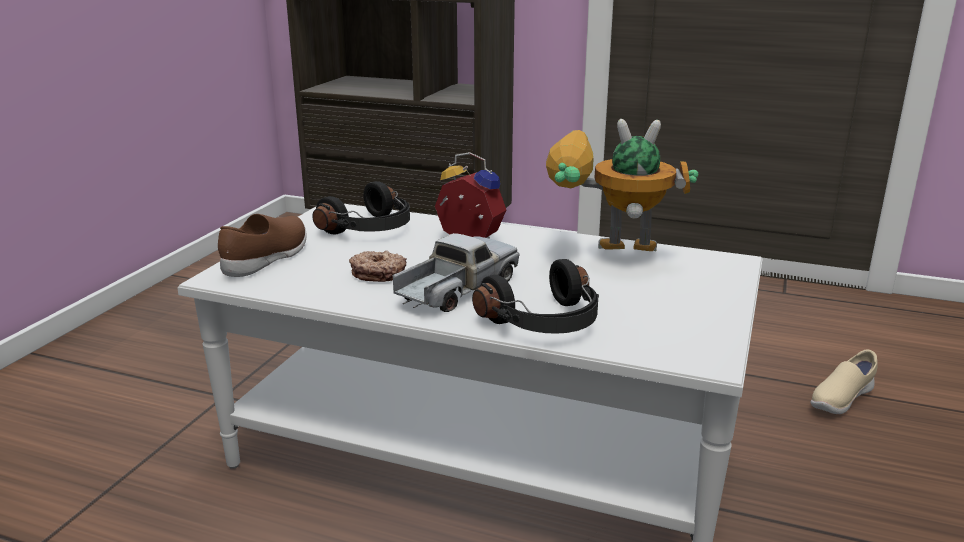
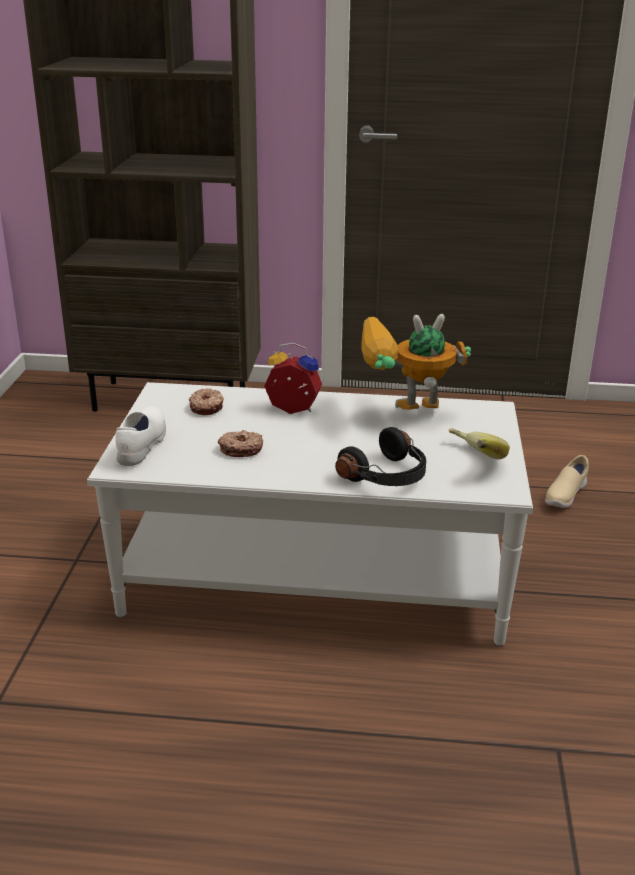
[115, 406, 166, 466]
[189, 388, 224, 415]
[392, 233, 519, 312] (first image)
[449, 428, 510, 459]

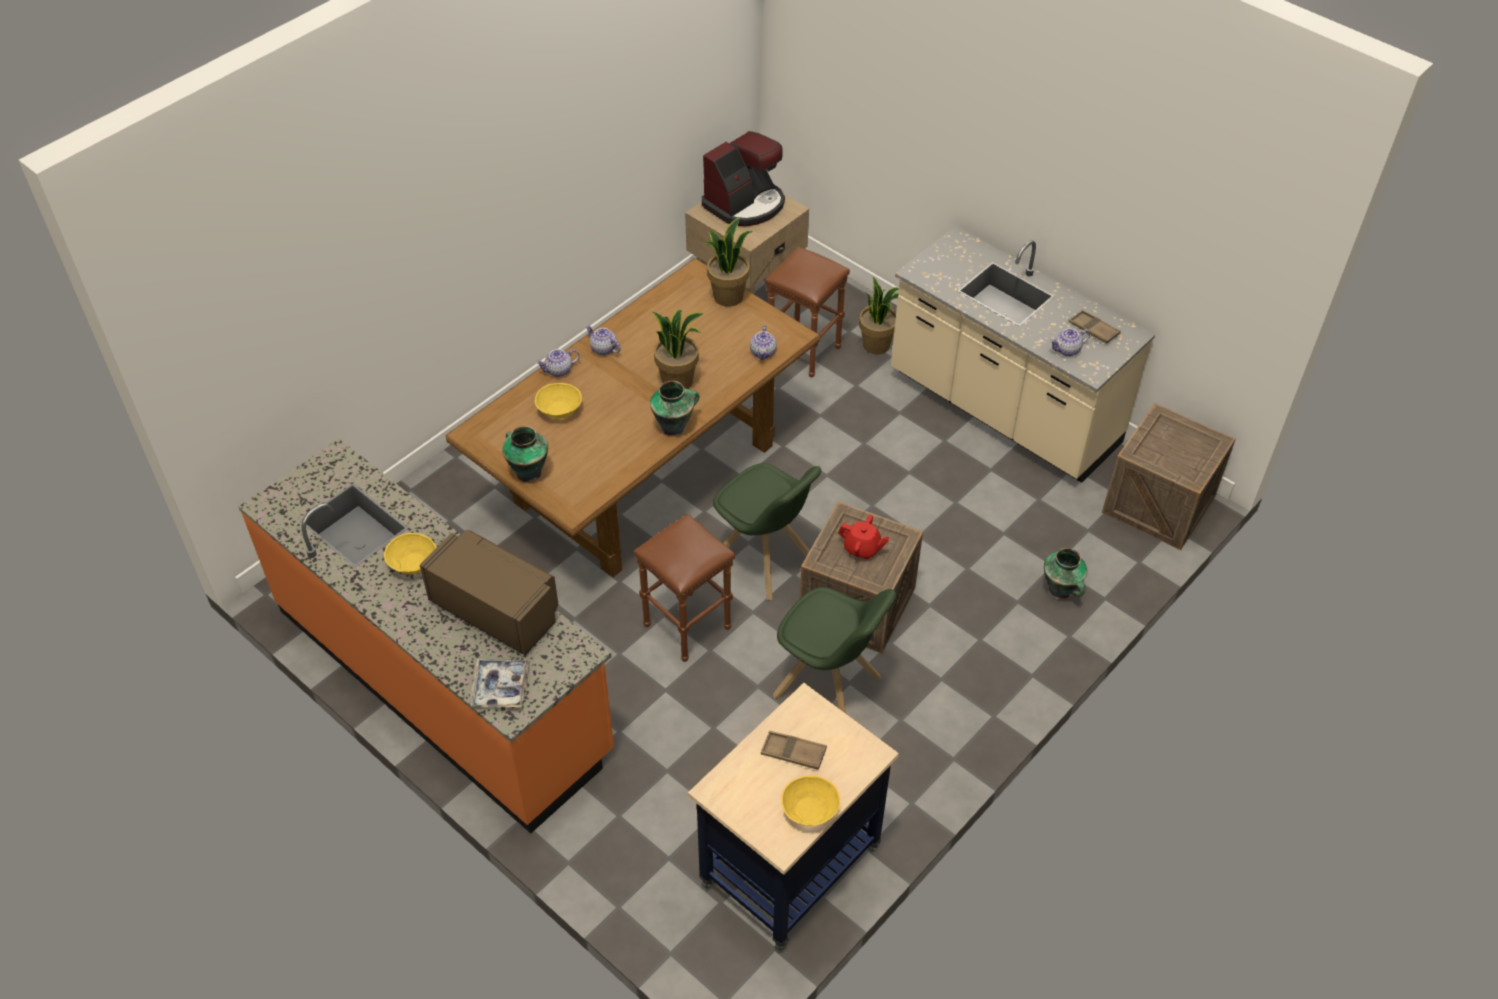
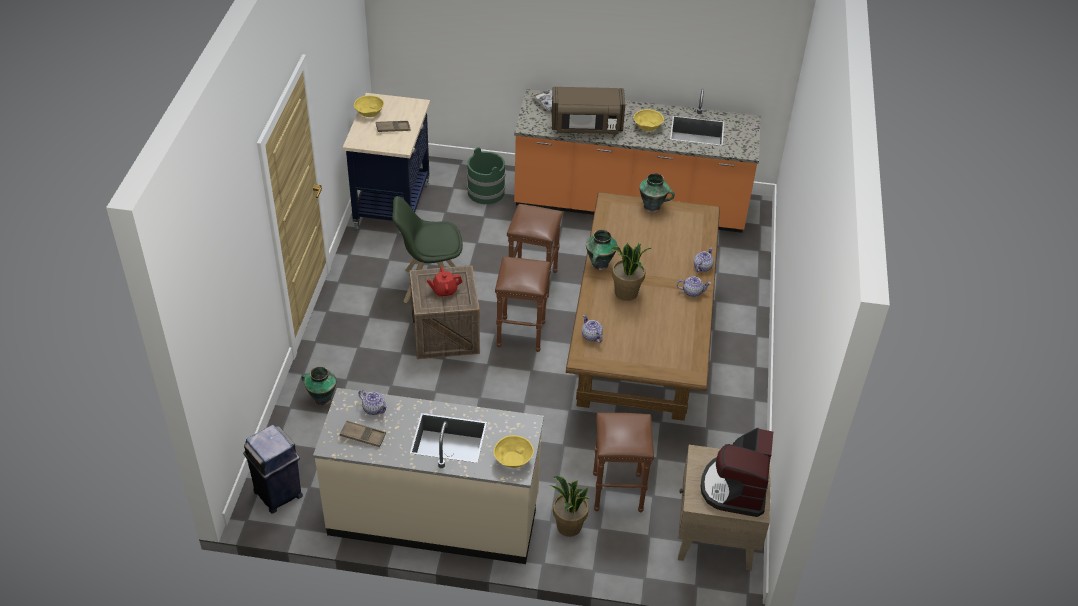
[494, 435, 534, 468]
[704, 217, 753, 307] (first image)
[495, 257, 550, 352]
[358, 390, 388, 415]
[243, 425, 303, 514]
[467, 147, 506, 204]

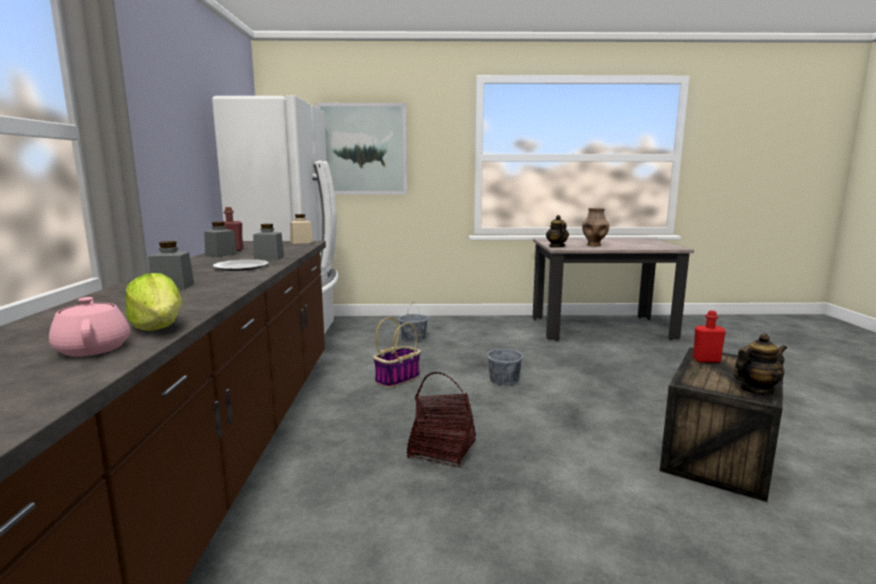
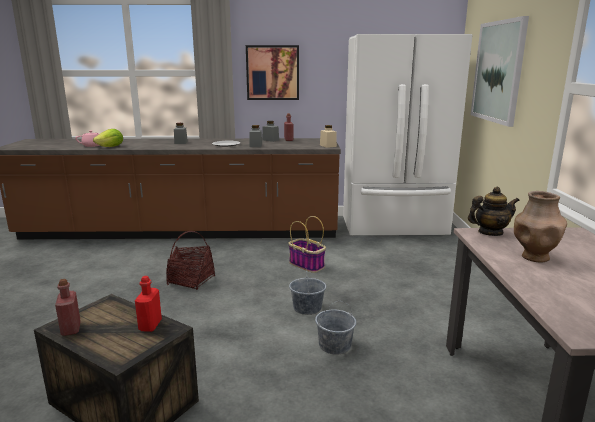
[315, 301, 356, 355]
[55, 279, 81, 336]
[246, 45, 299, 100]

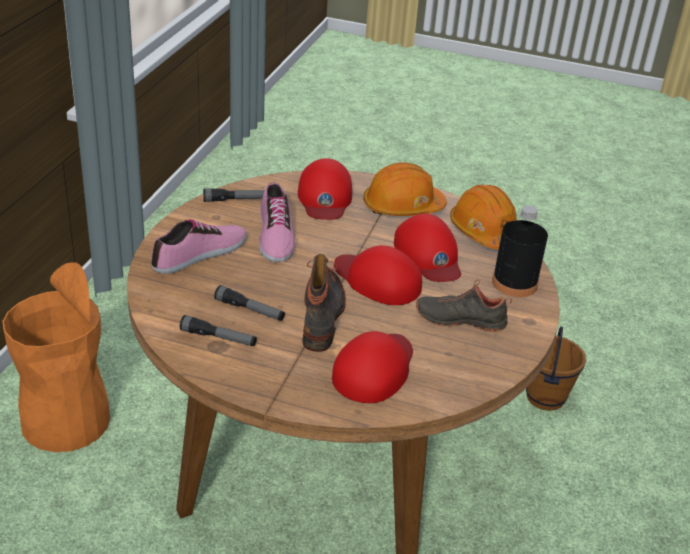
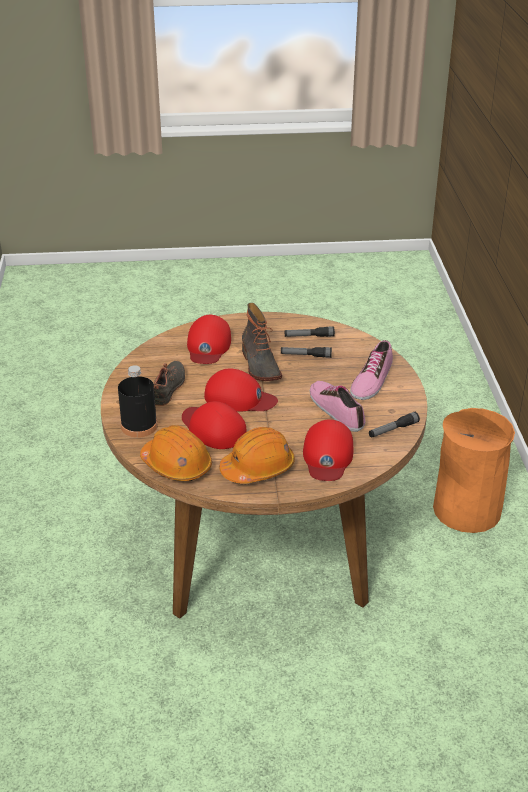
[303, 419, 353, 481]
[153, 361, 185, 406]
[526, 327, 586, 411] (first image)

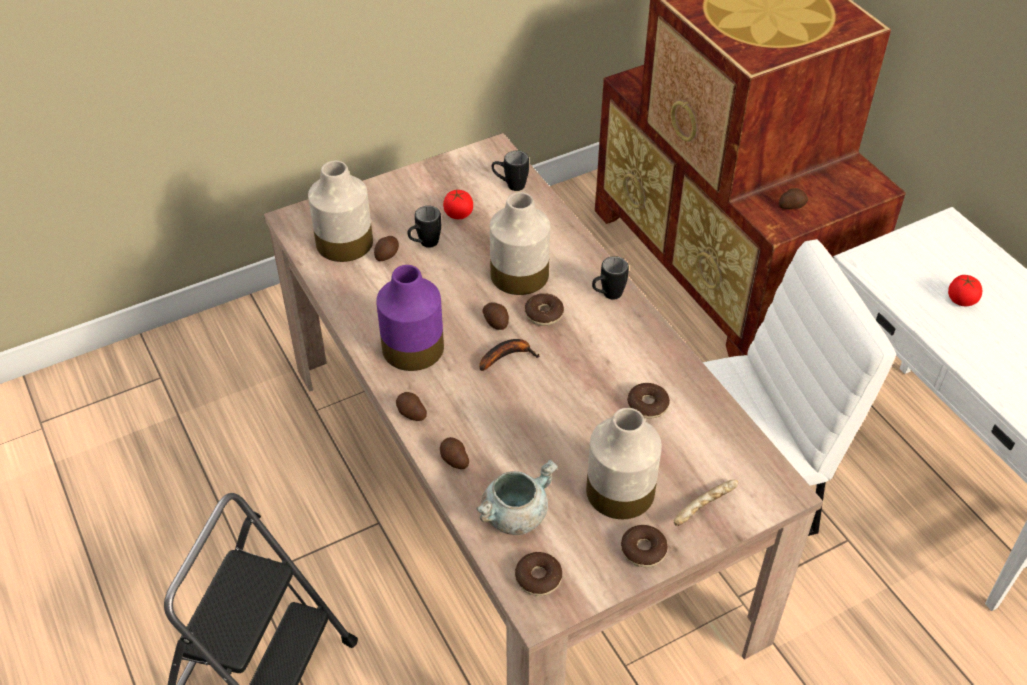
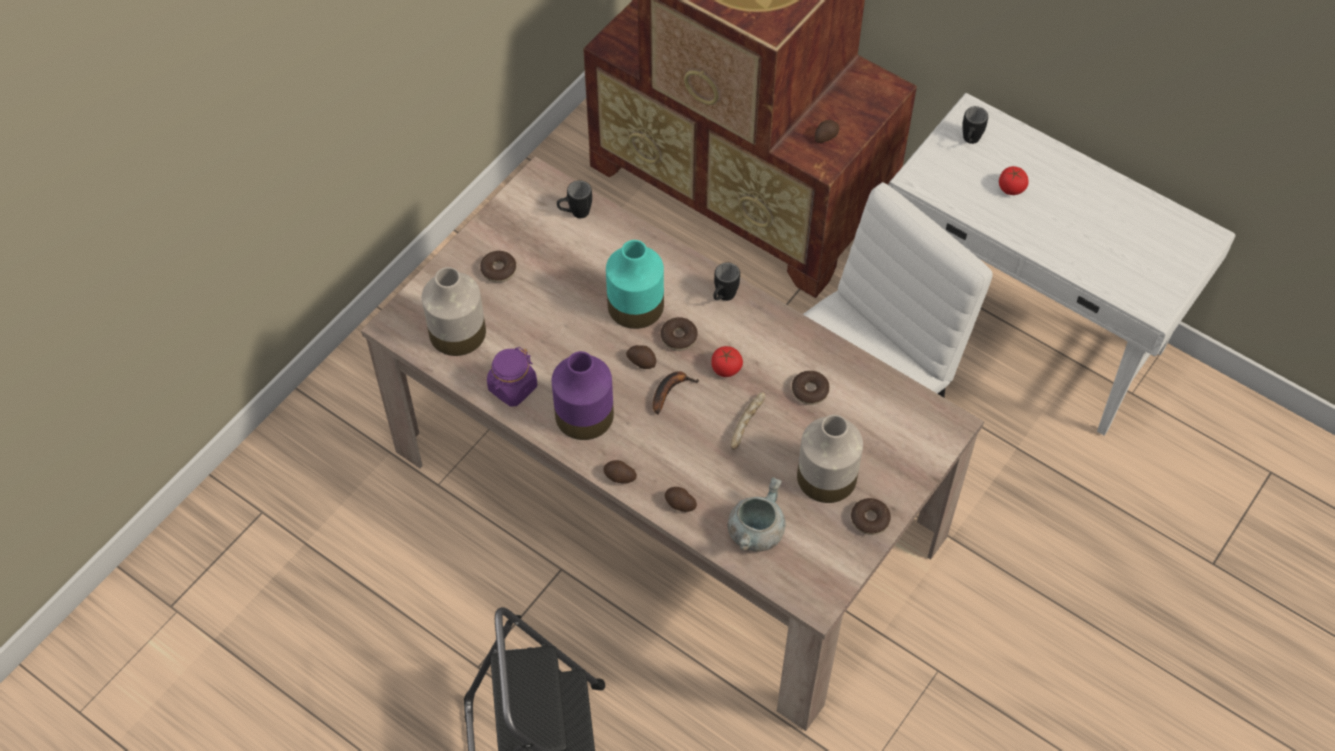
[374, 236, 399, 261] (first image)
[962, 106, 988, 144]
[711, 346, 743, 377]
[606, 240, 664, 329]
[480, 251, 516, 283]
[730, 393, 765, 450]
[487, 347, 537, 407]

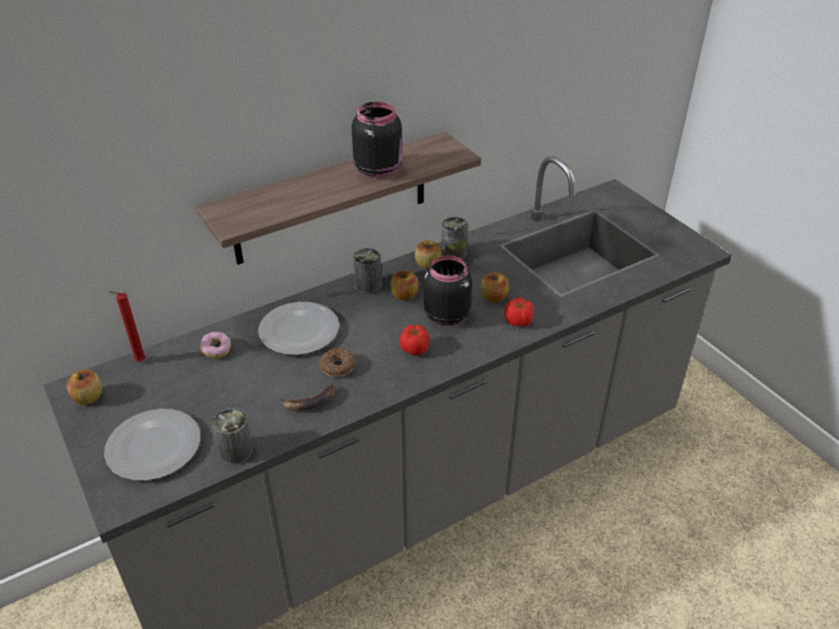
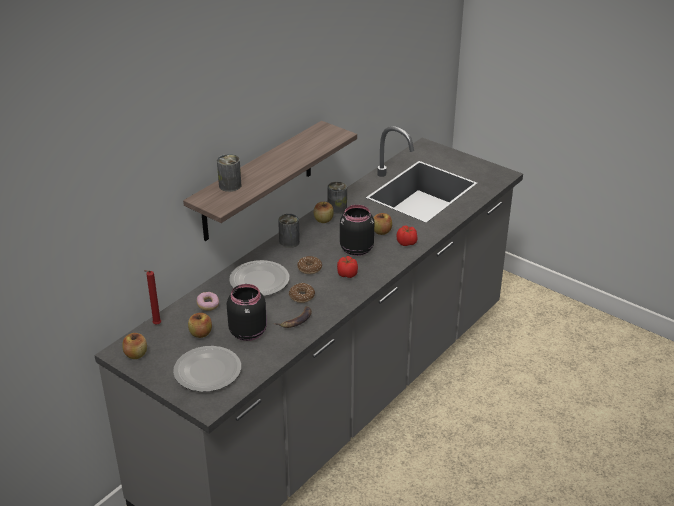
[217, 154, 241, 192]
[227, 284, 267, 341]
[188, 313, 212, 338]
[297, 256, 322, 274]

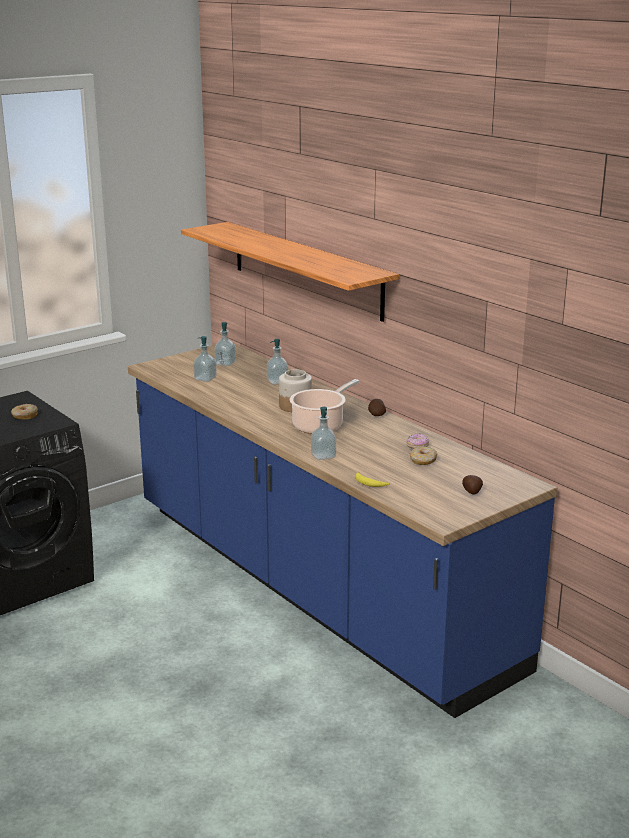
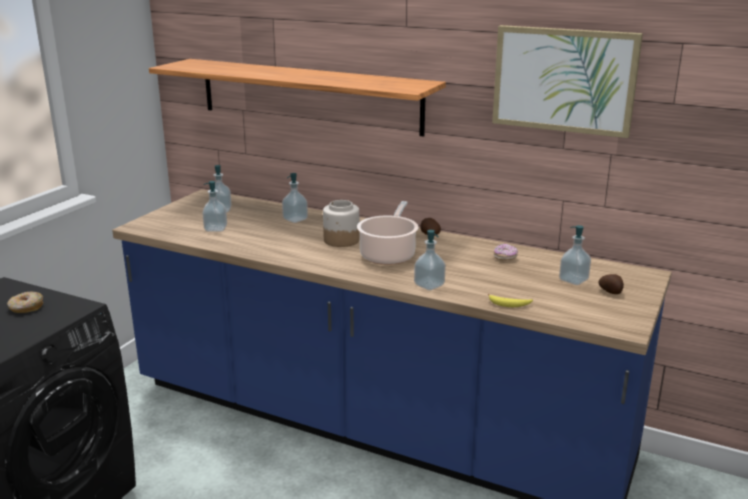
[410, 446, 437, 465] (first image)
[492, 25, 643, 138]
[559, 225, 591, 285]

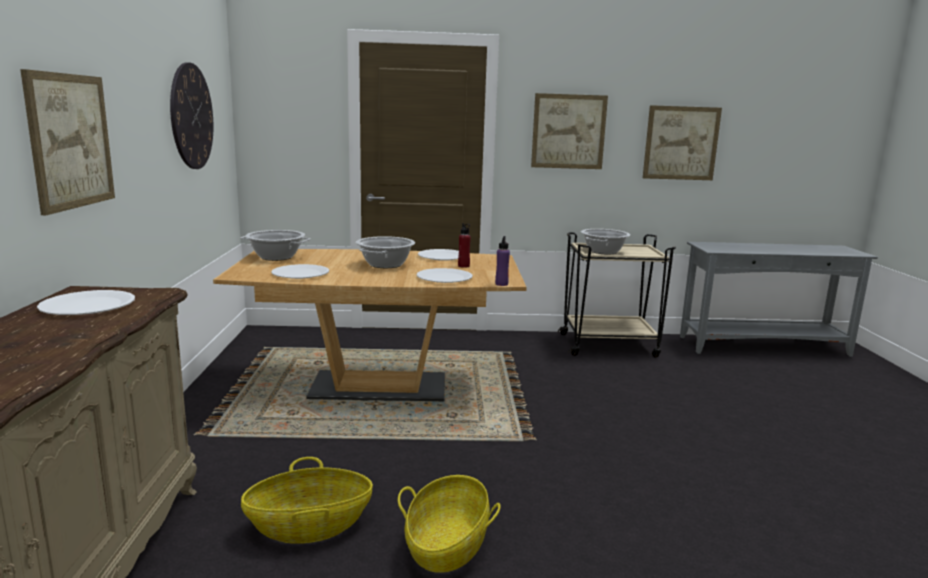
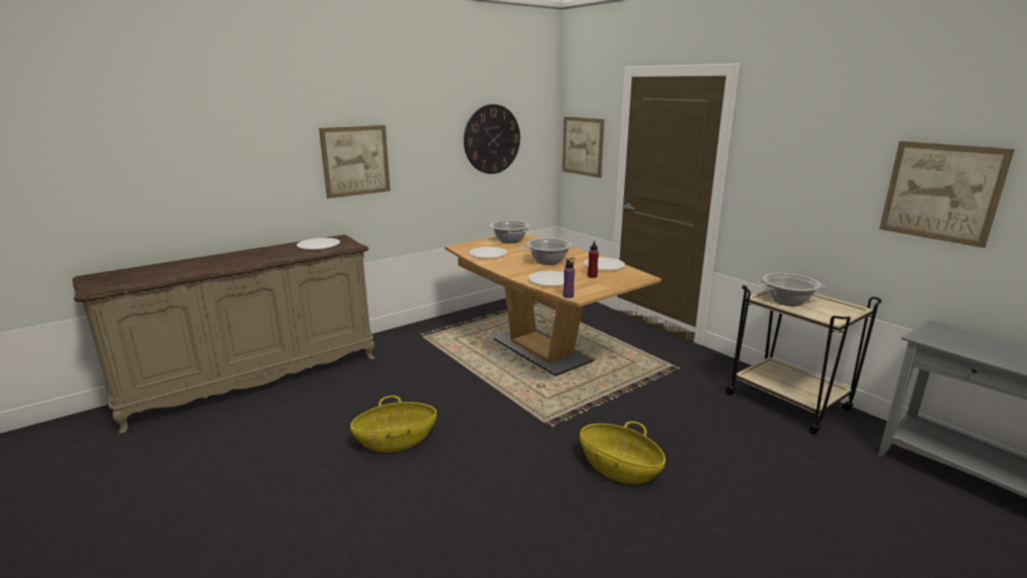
[580, 421, 666, 484]
[562, 117, 604, 178]

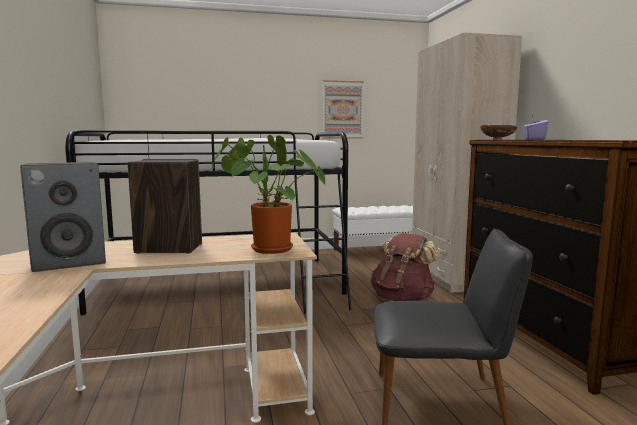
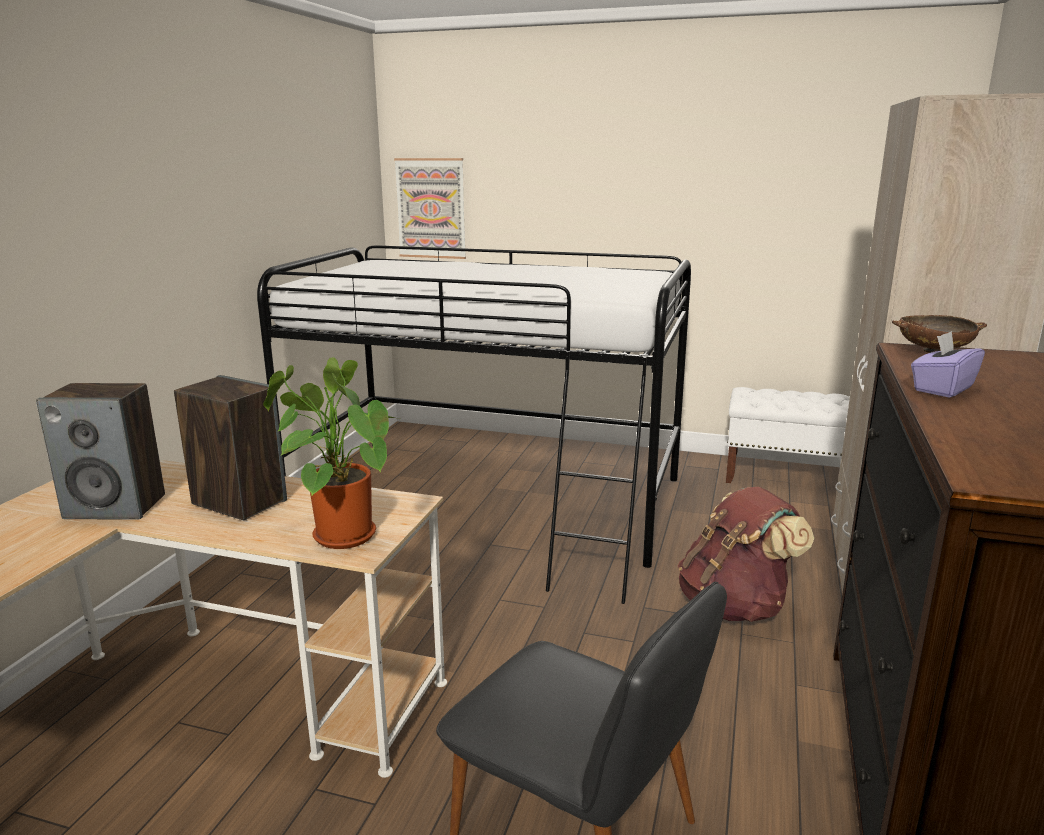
[394, 158, 466, 259]

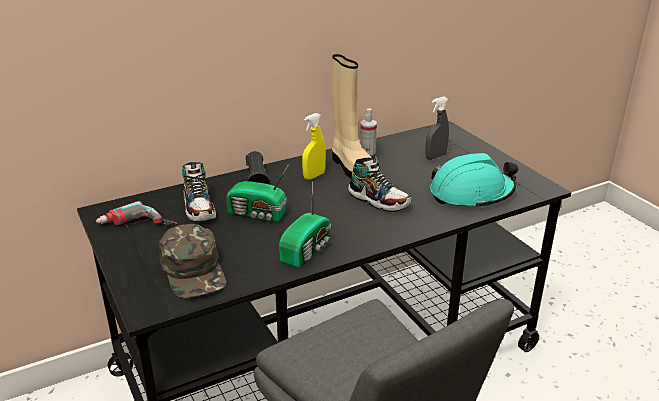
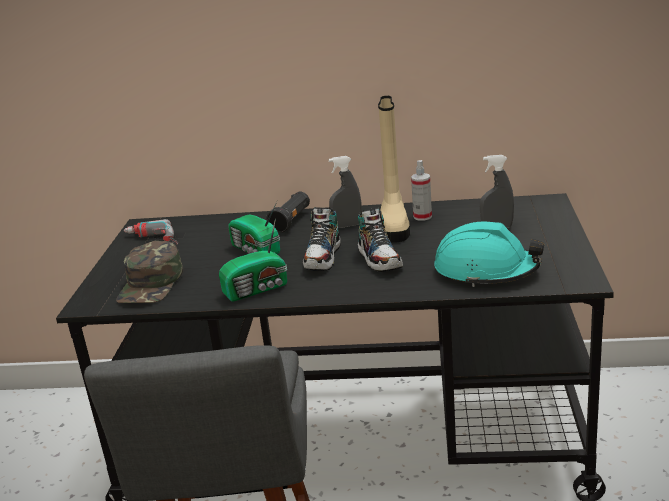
[303, 207, 341, 271]
[329, 156, 362, 228]

